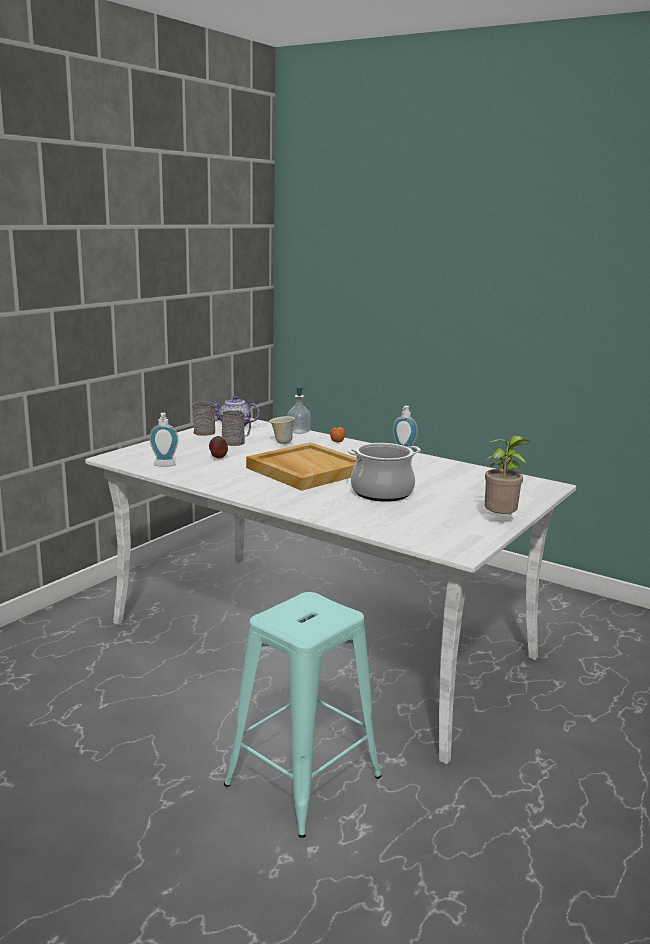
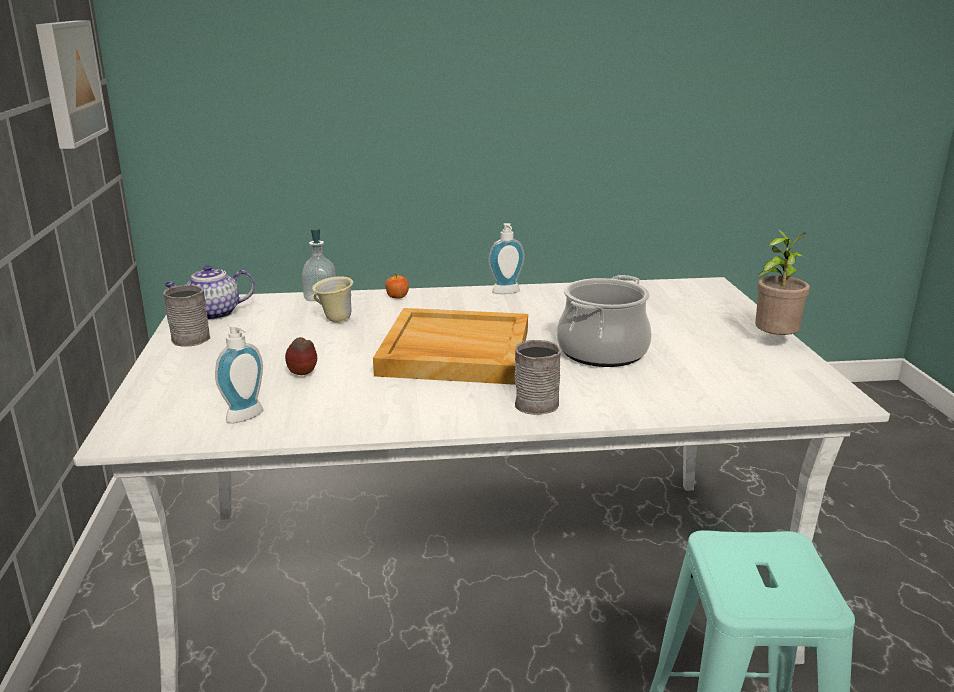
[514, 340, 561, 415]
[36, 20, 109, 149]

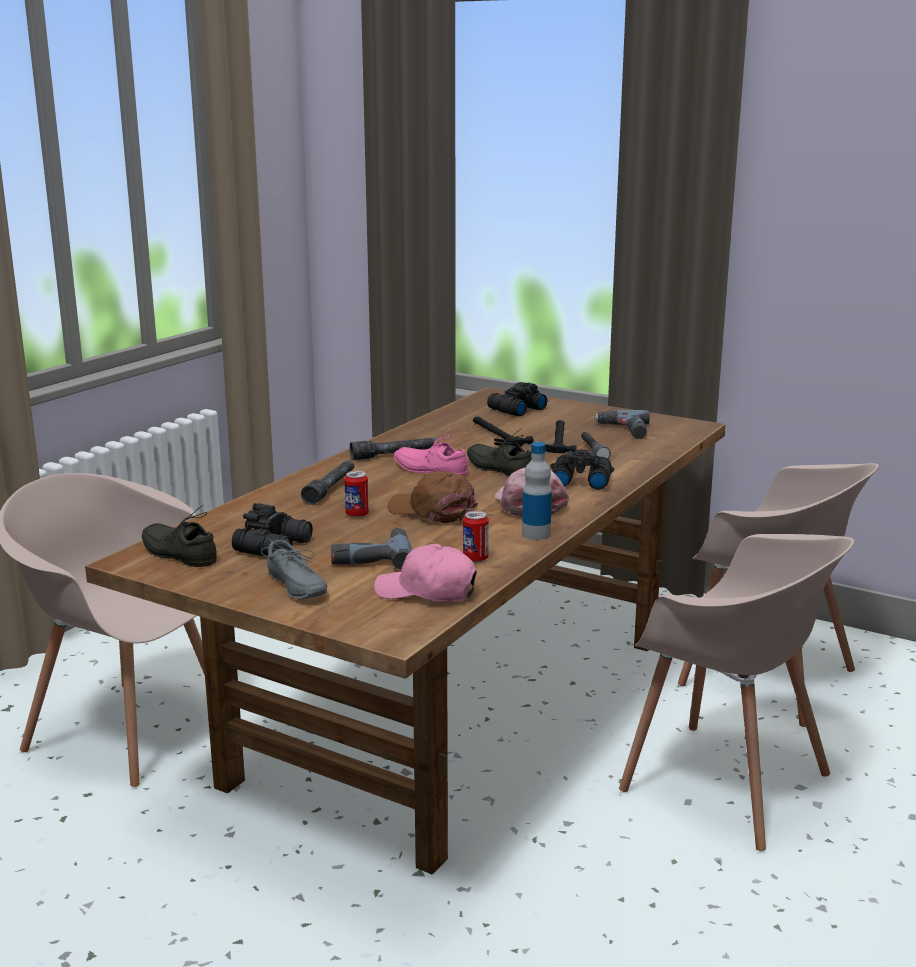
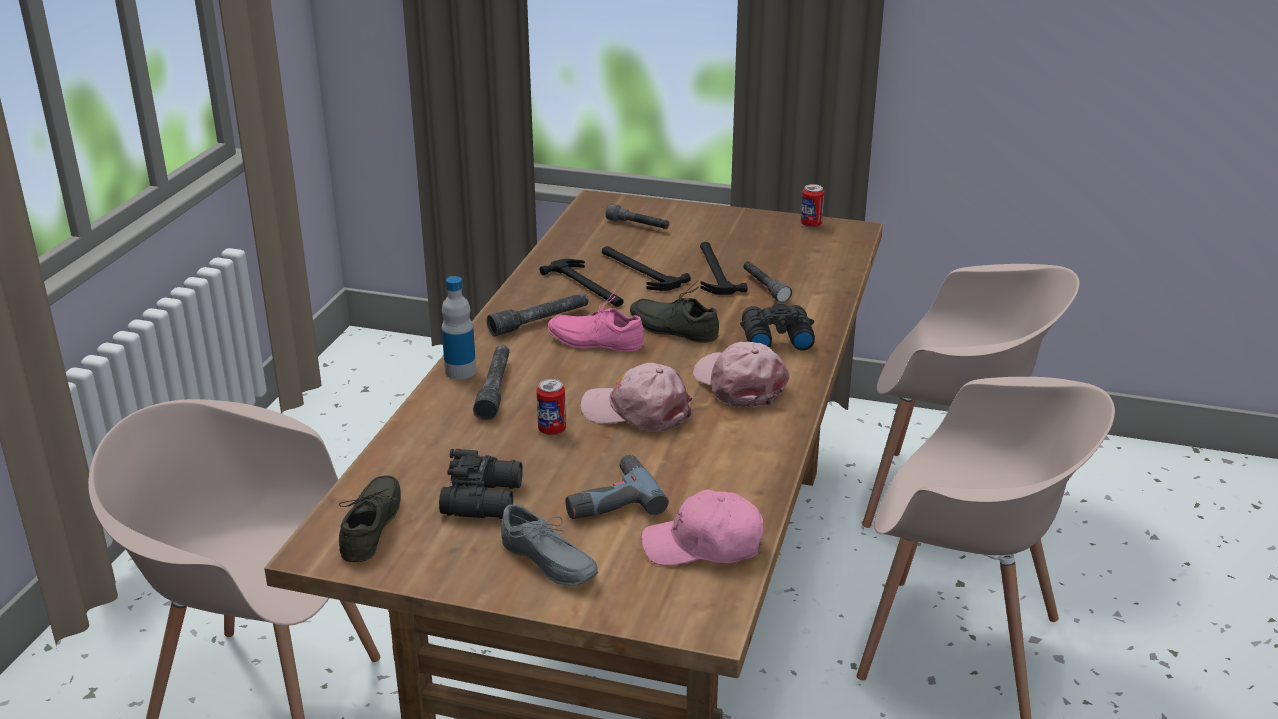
[339, 475, 401, 562]
[580, 363, 692, 432]
[801, 184, 824, 228]
[606, 204, 669, 229]
[442, 276, 476, 379]
[594, 410, 650, 439] (first image)
[539, 259, 624, 307]

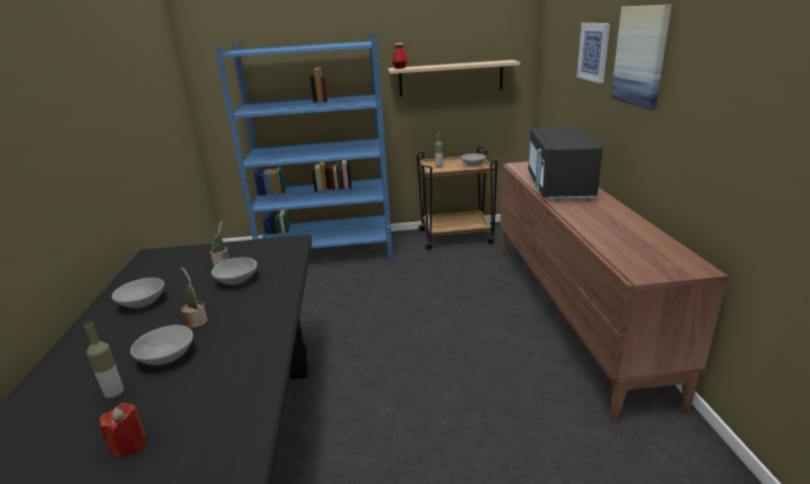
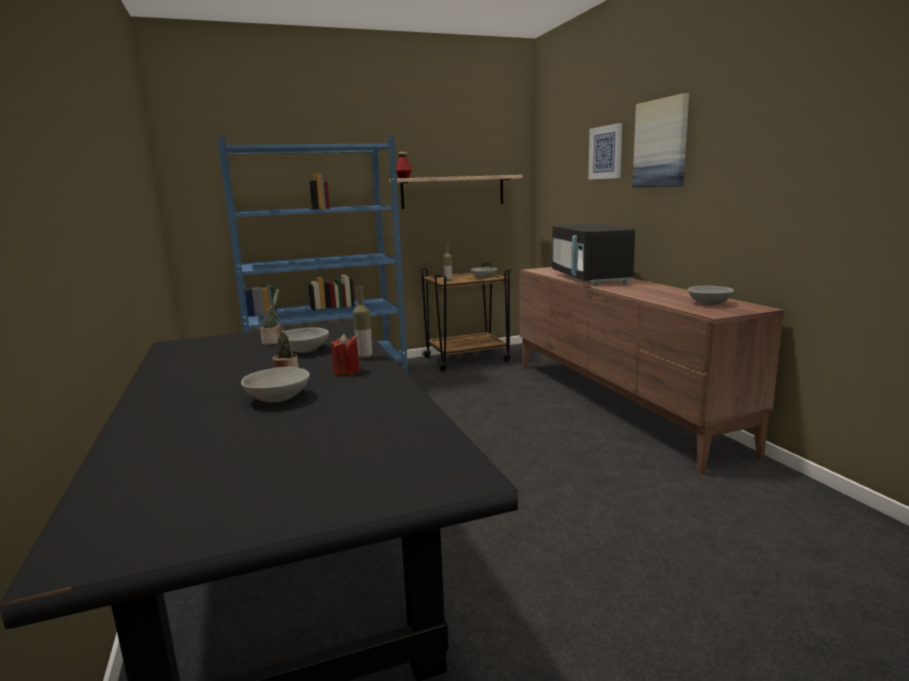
[353, 286, 372, 359]
[331, 334, 360, 375]
[688, 286, 734, 305]

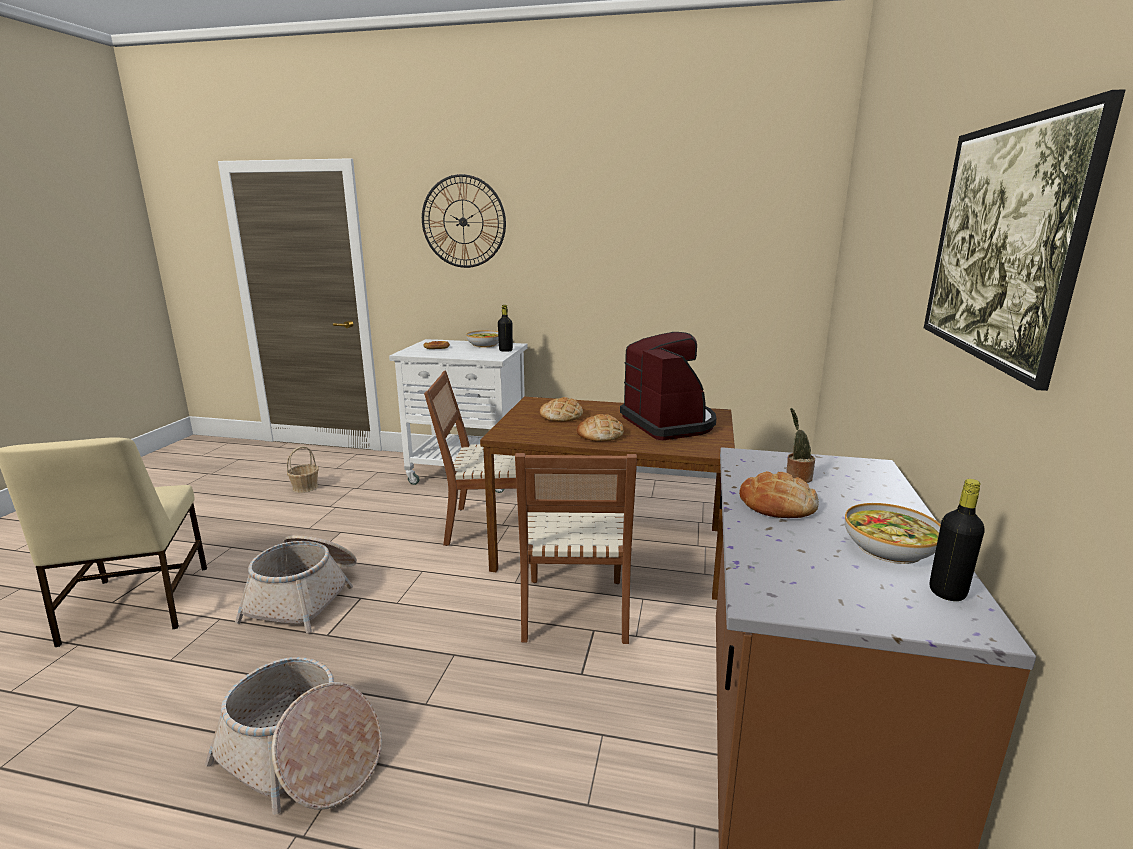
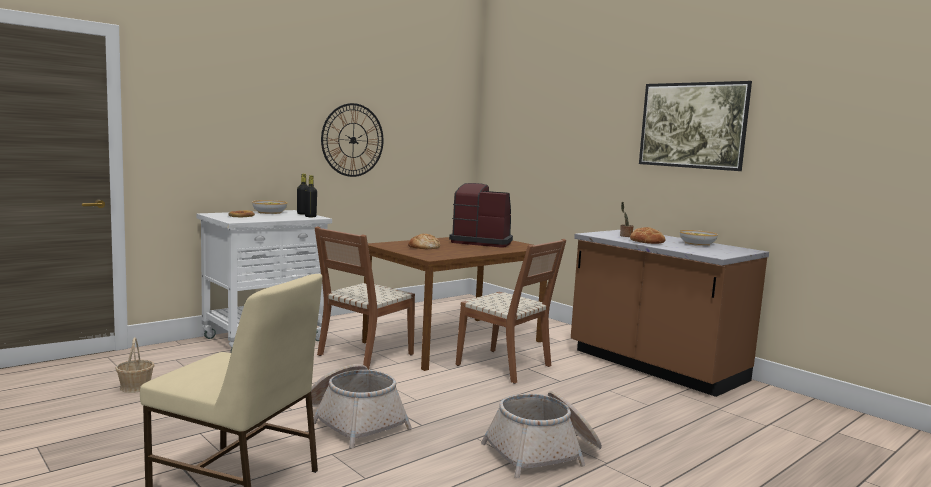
[321, 103, 383, 177]
[576, 414, 624, 442] (first image)
[305, 175, 317, 217]

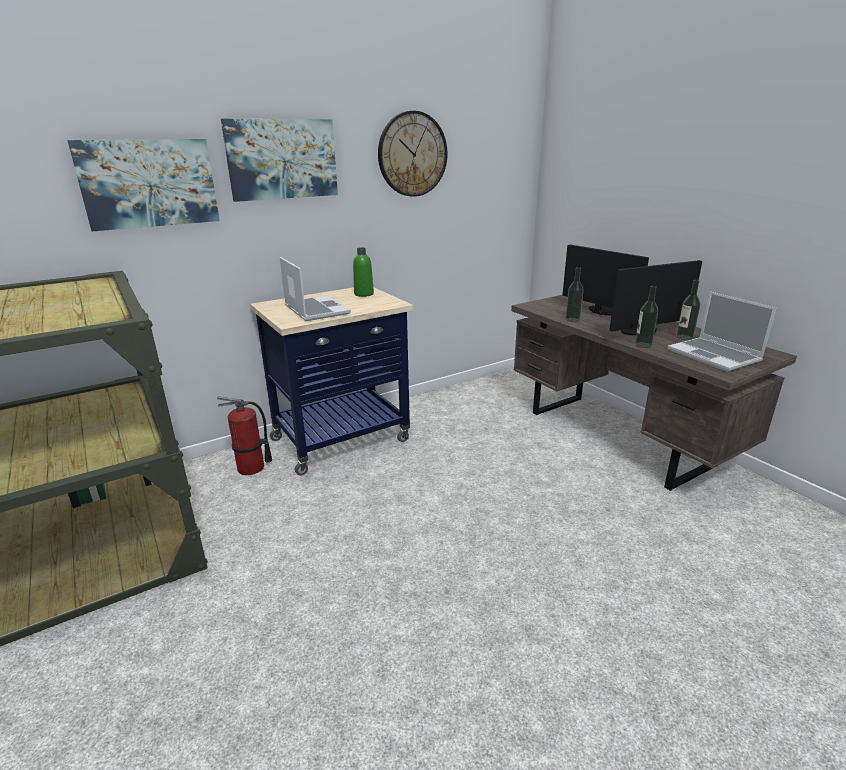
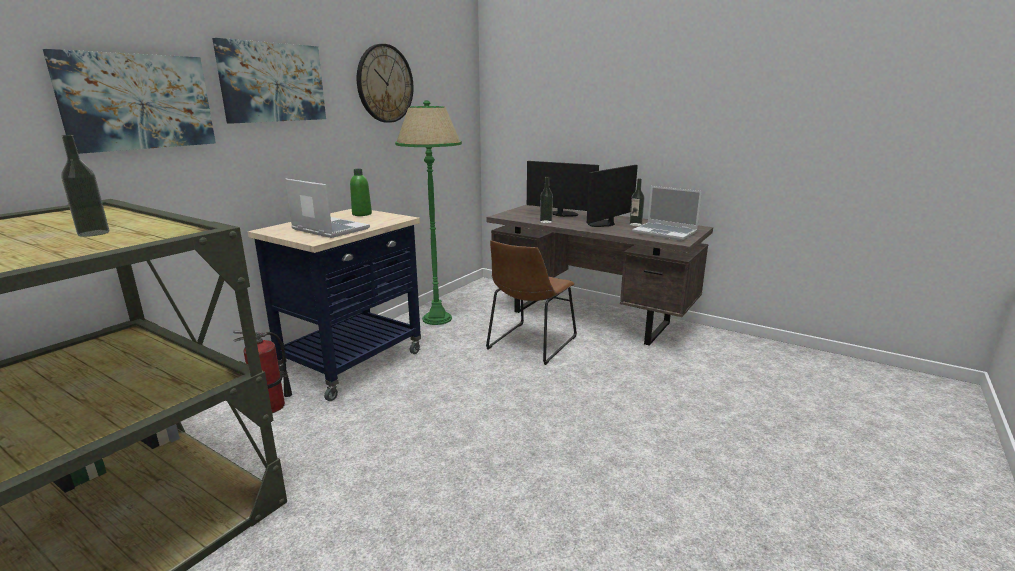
[61, 135, 109, 237]
[395, 100, 462, 325]
[486, 240, 577, 365]

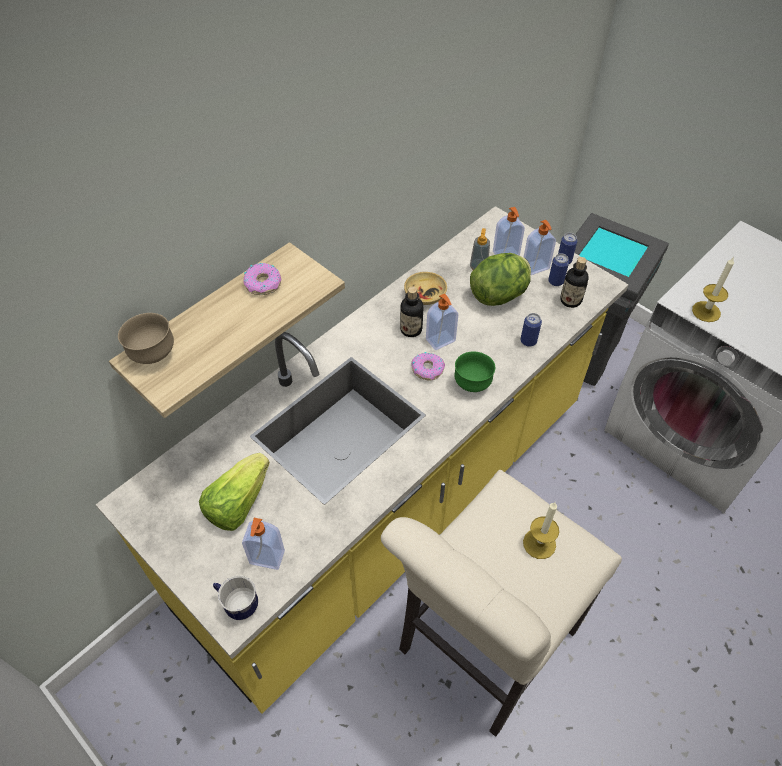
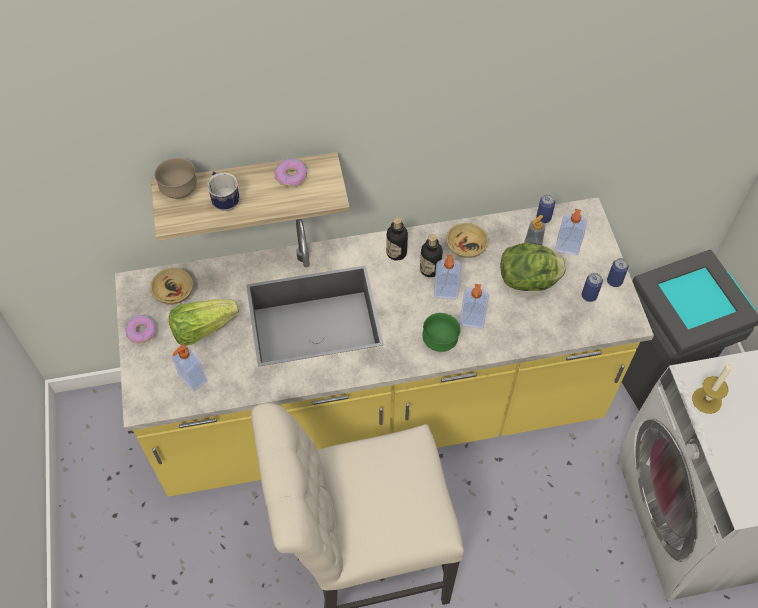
[207, 172, 239, 211]
[125, 315, 156, 343]
[536, 194, 555, 223]
[523, 502, 559, 559] (first image)
[459, 284, 489, 329]
[386, 217, 408, 261]
[150, 268, 193, 305]

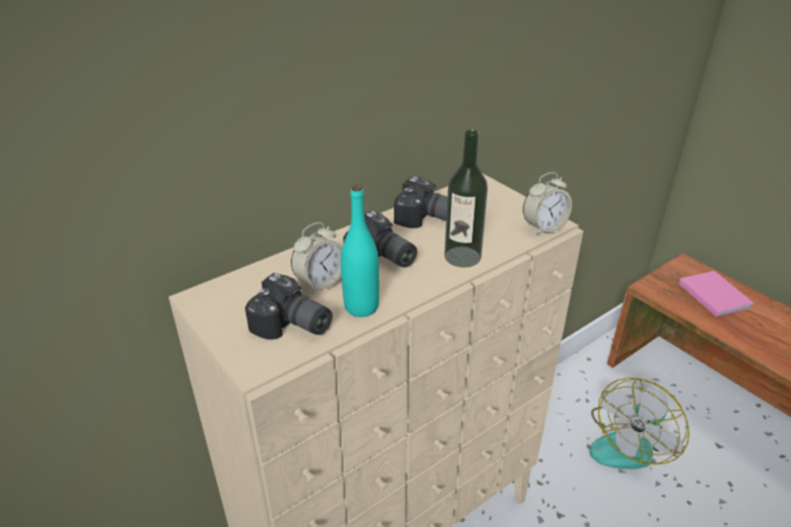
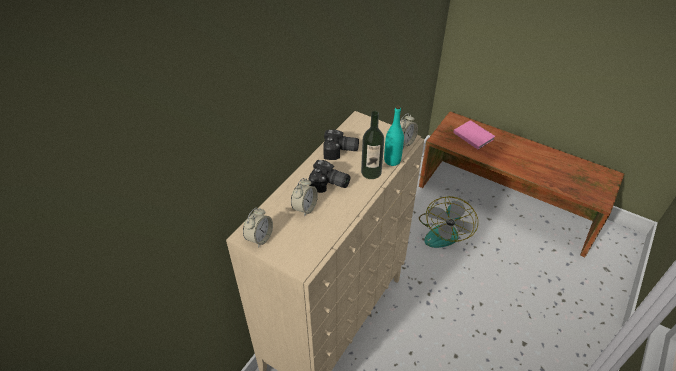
[245, 273, 333, 340] (first image)
[384, 105, 404, 166]
[243, 208, 273, 248]

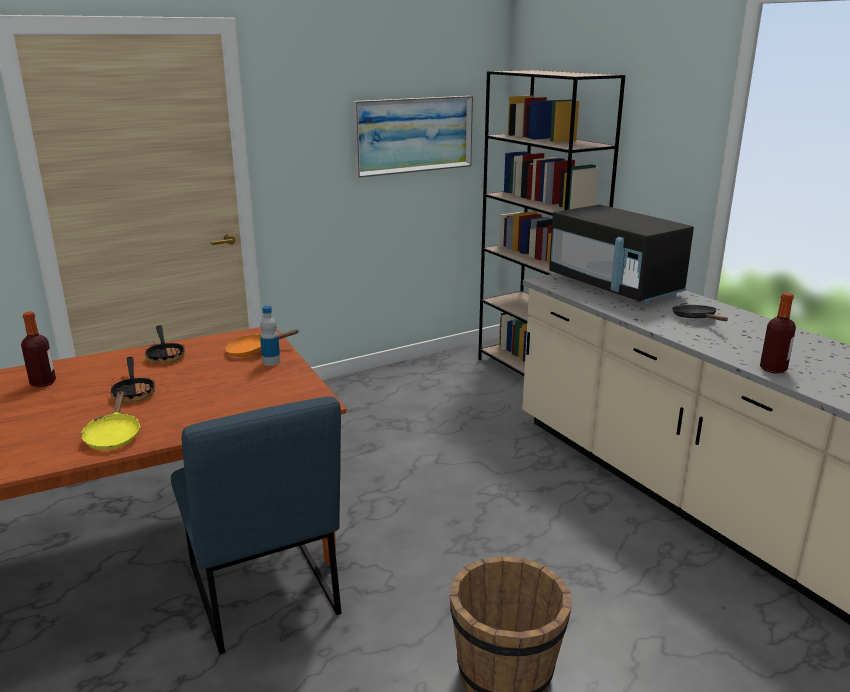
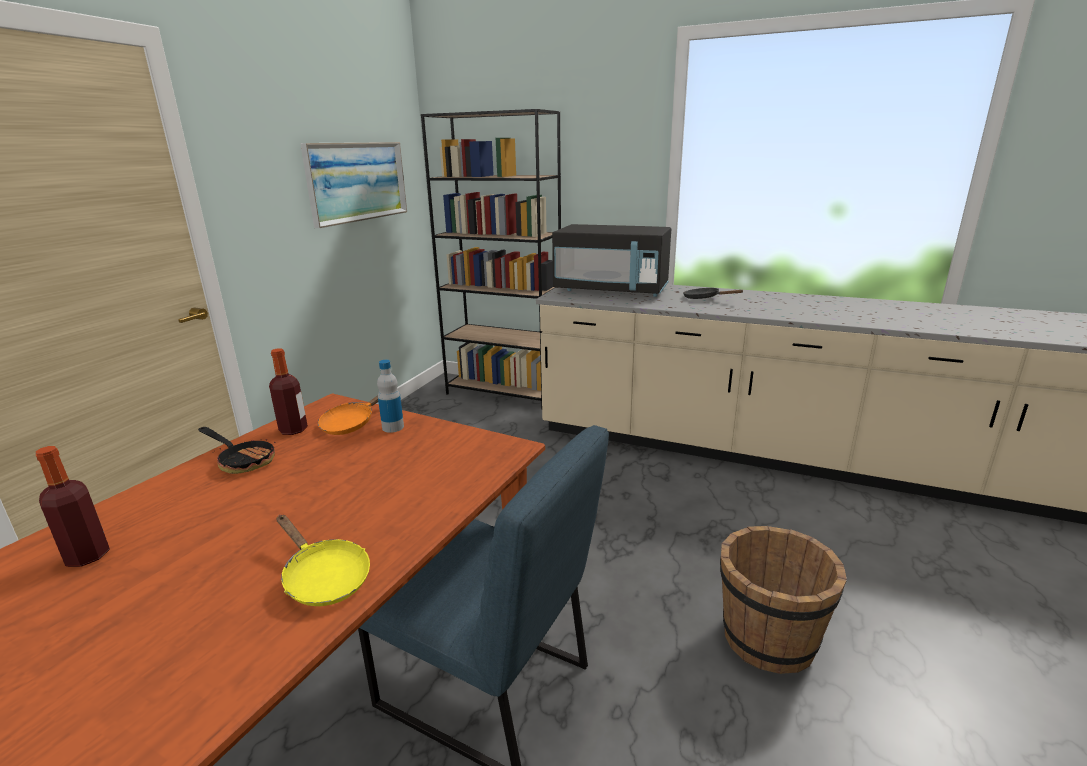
[110, 357, 156, 402] (first image)
[269, 348, 308, 435]

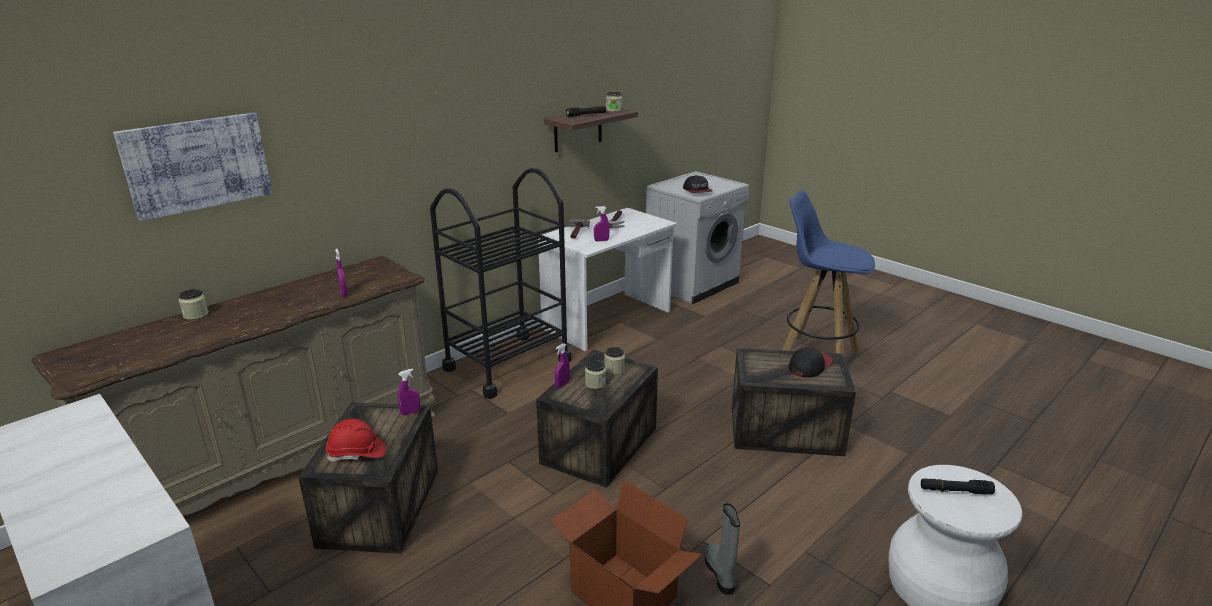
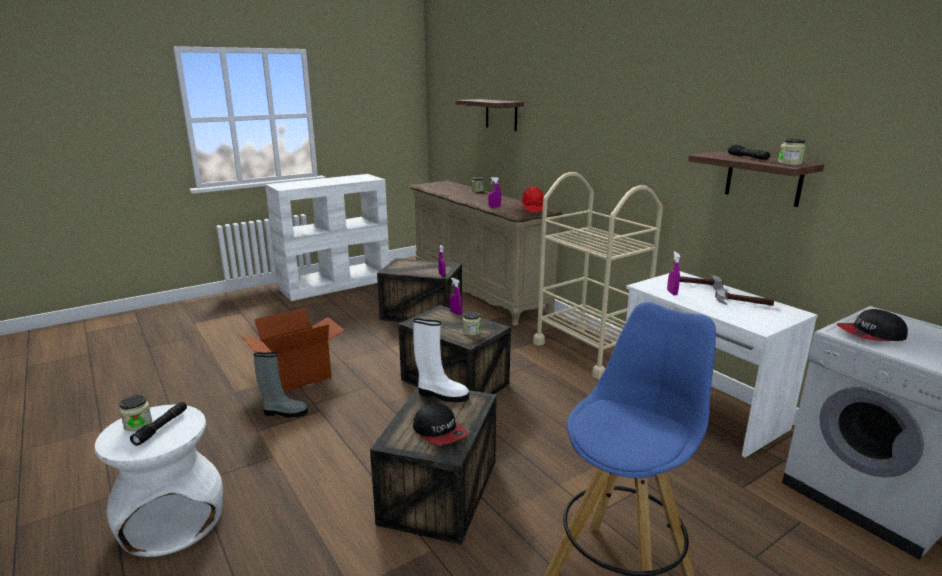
[456, 99, 524, 131]
[521, 187, 544, 212]
[533, 172, 663, 379]
[119, 395, 152, 431]
[413, 318, 469, 402]

